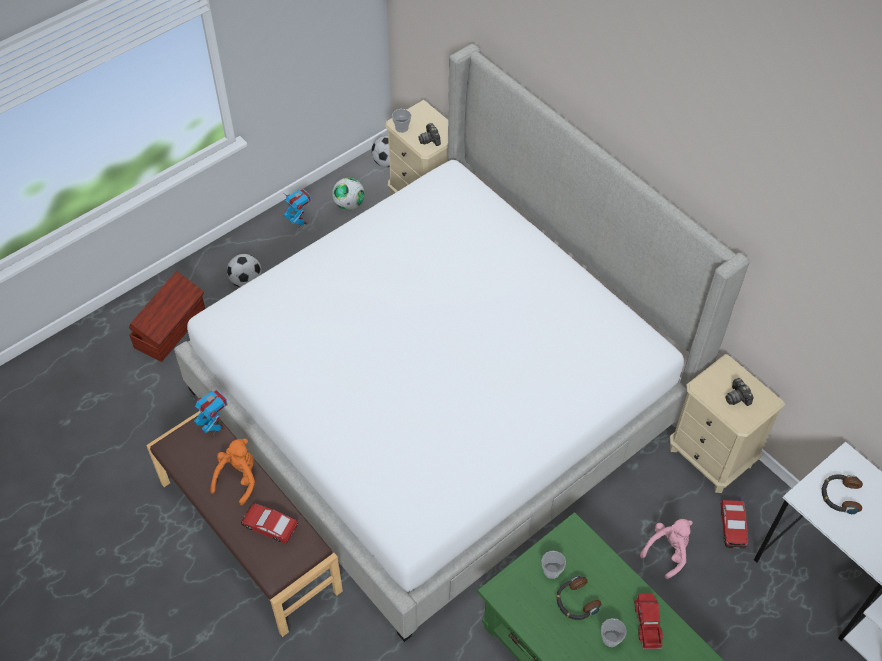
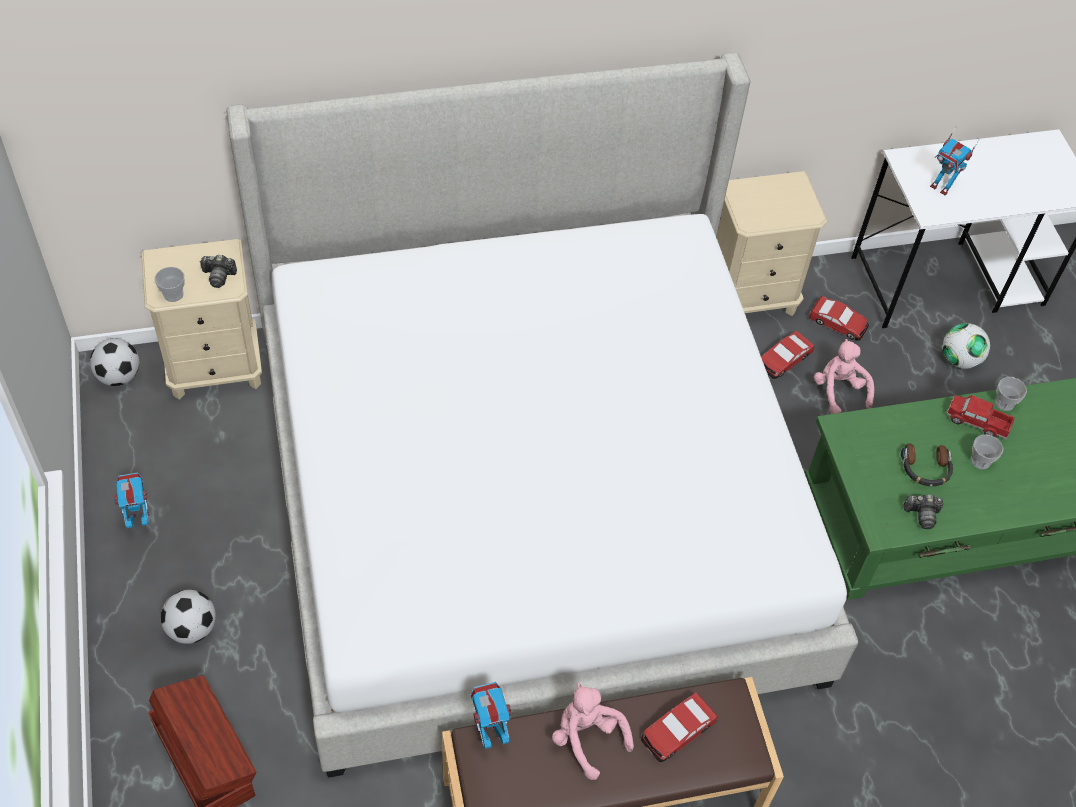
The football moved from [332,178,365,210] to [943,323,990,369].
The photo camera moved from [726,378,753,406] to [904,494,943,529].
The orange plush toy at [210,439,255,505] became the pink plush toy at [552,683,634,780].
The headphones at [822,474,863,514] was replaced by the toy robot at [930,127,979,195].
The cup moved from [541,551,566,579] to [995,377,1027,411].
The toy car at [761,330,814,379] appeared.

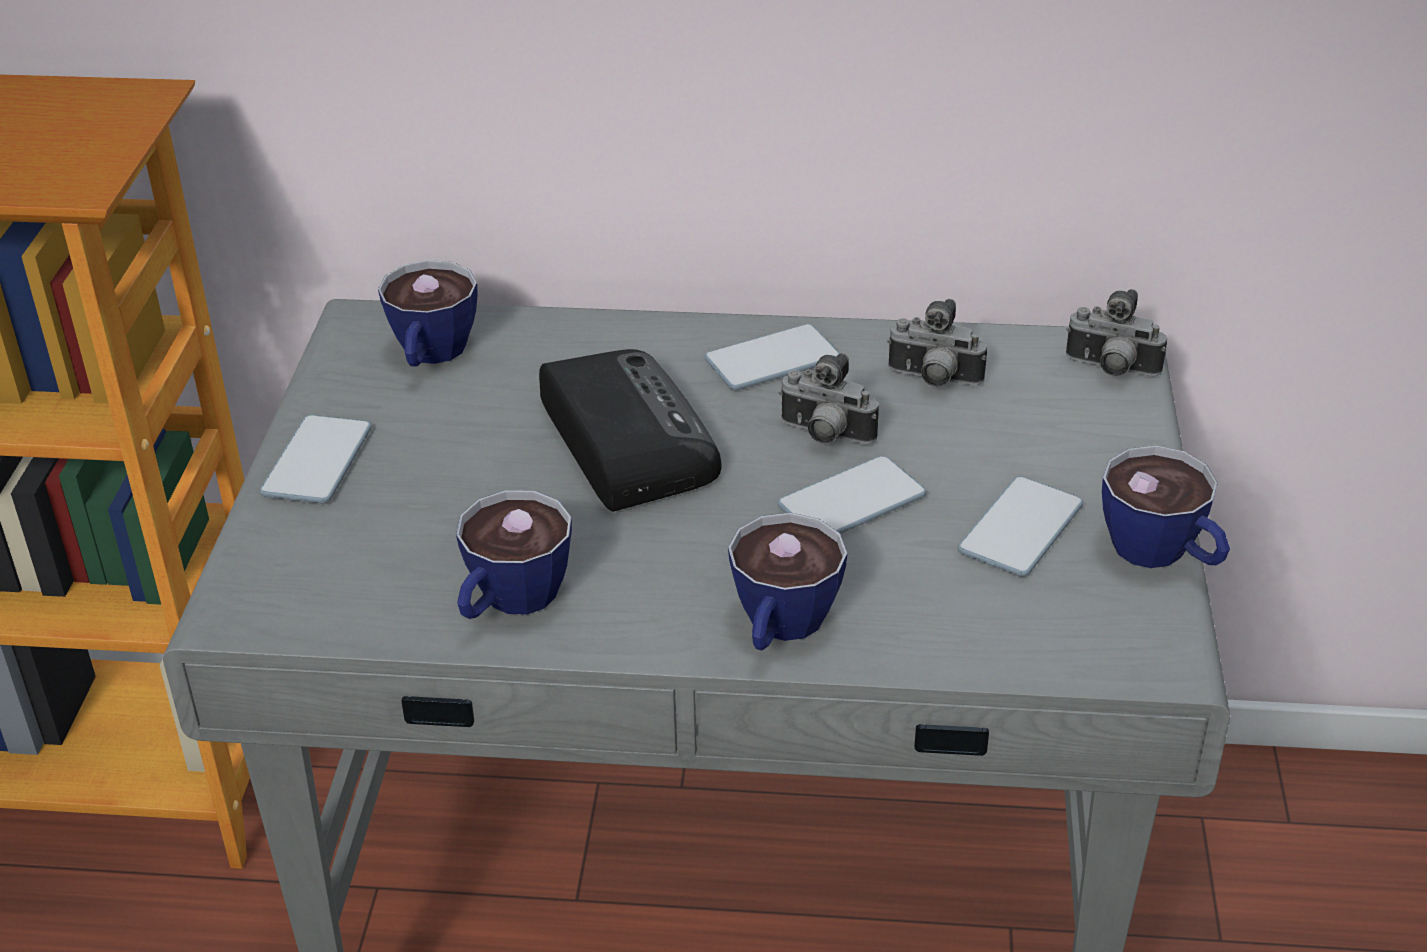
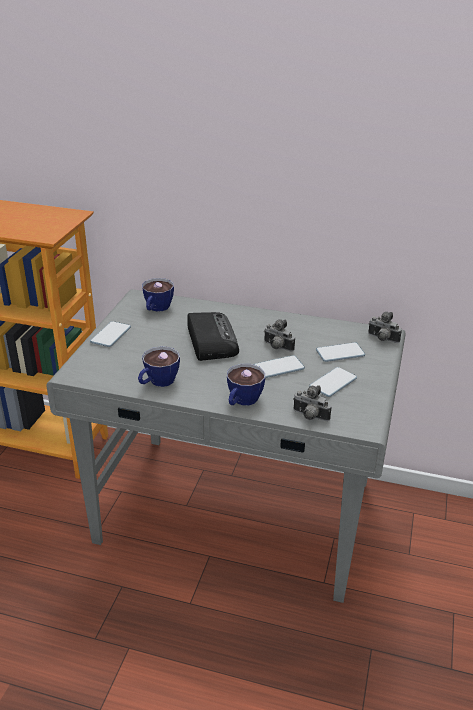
The photo camera moved from [887,299,987,387] to [293,385,331,421].
The phone moved from [705,324,840,390] to [316,342,365,362].
The cup at [1102,445,1230,568] disappeared.

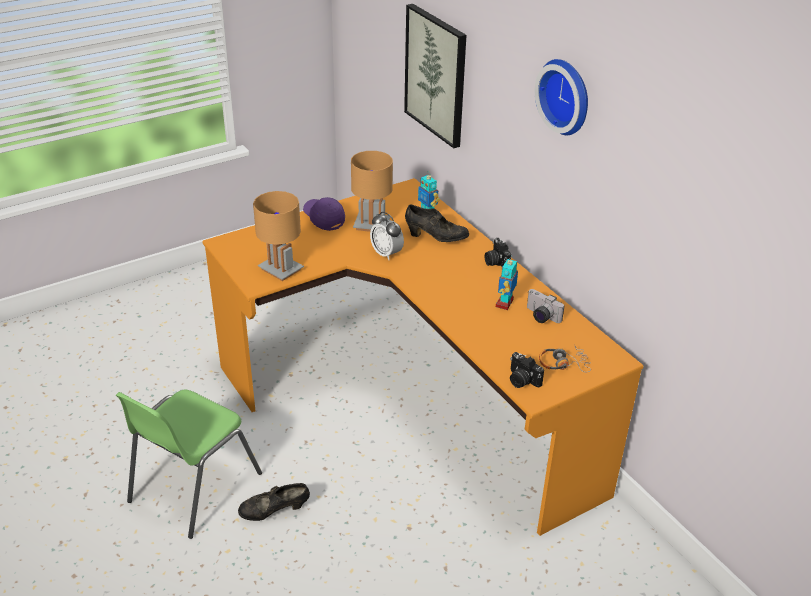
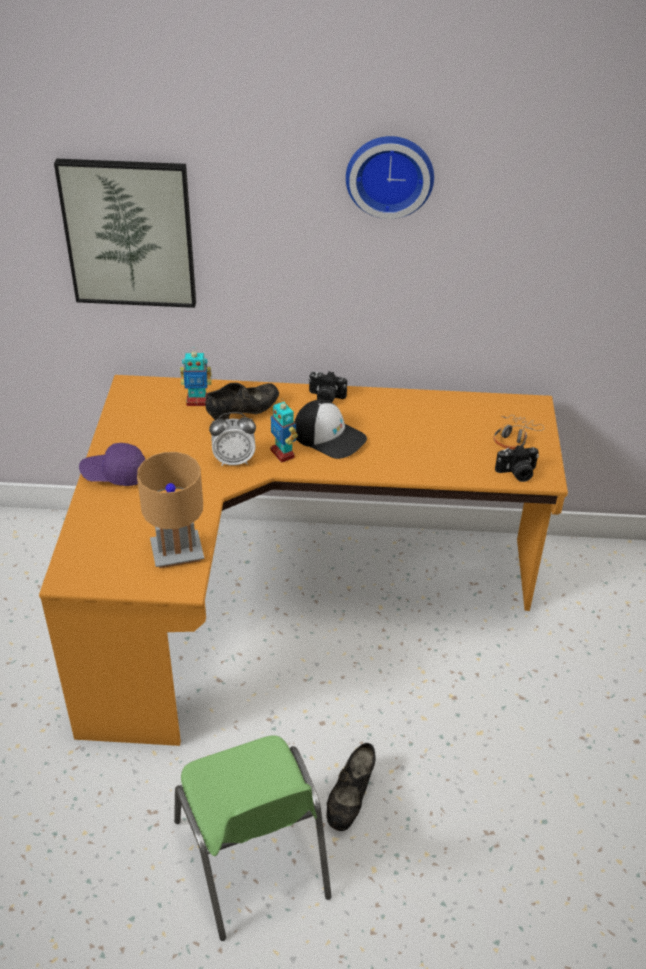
The brown table lamp at [351,151,393,232] disappeared.
The toy robot moved from [496,256,518,310] to [270,398,298,463].
The photo camera at [527,289,564,323] disappeared.
The cap at [295,399,367,459] appeared.

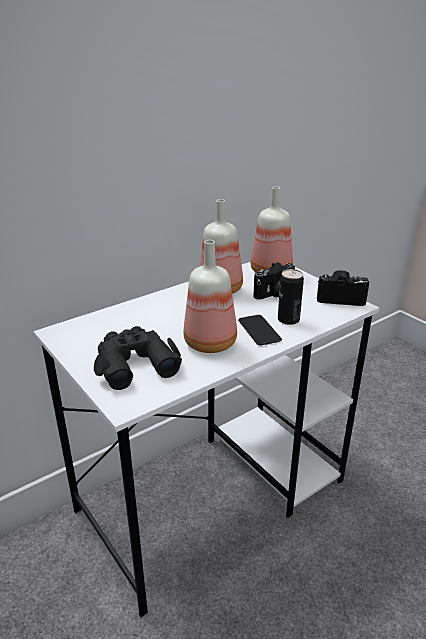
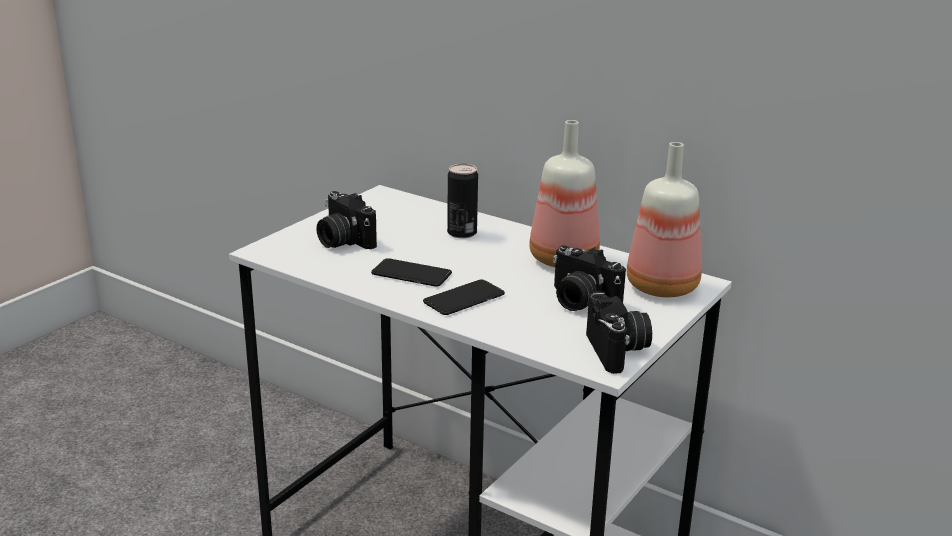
The bottle at [183,240,237,353] was replaced by the phone at [371,258,452,287].
The can moved from [278,269,304,325] to [447,164,478,238].
The black binoculars at [94,326,182,390] was replaced by the photo camera at [317,191,377,249].

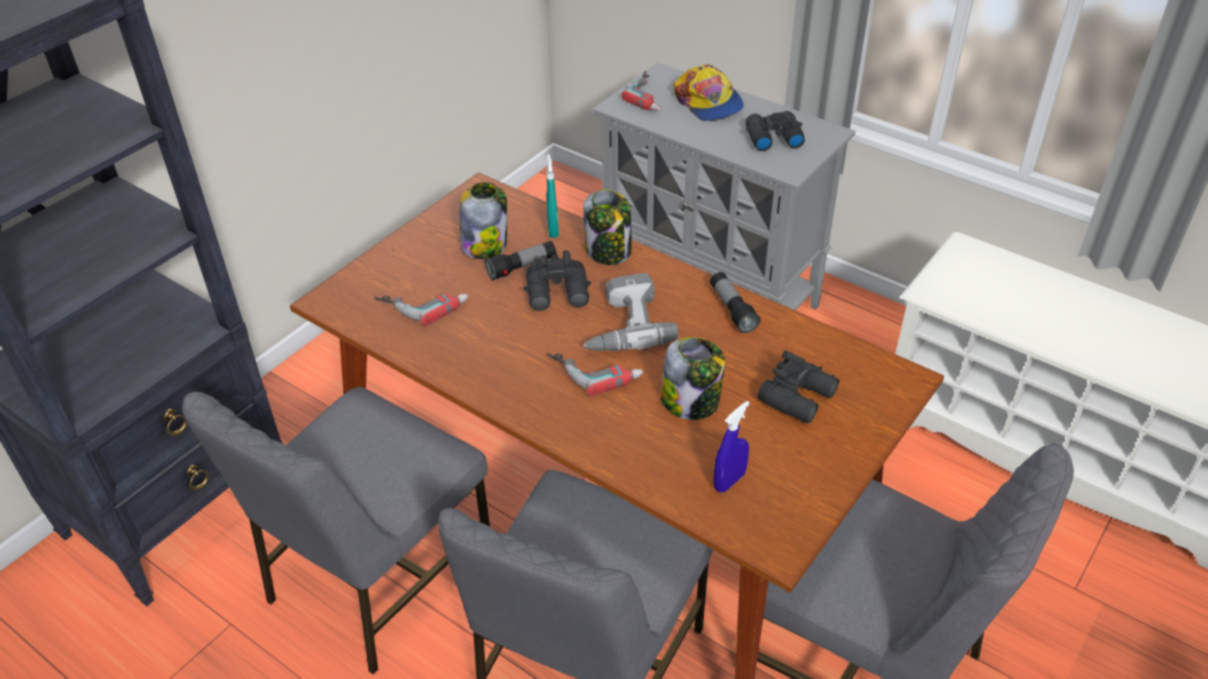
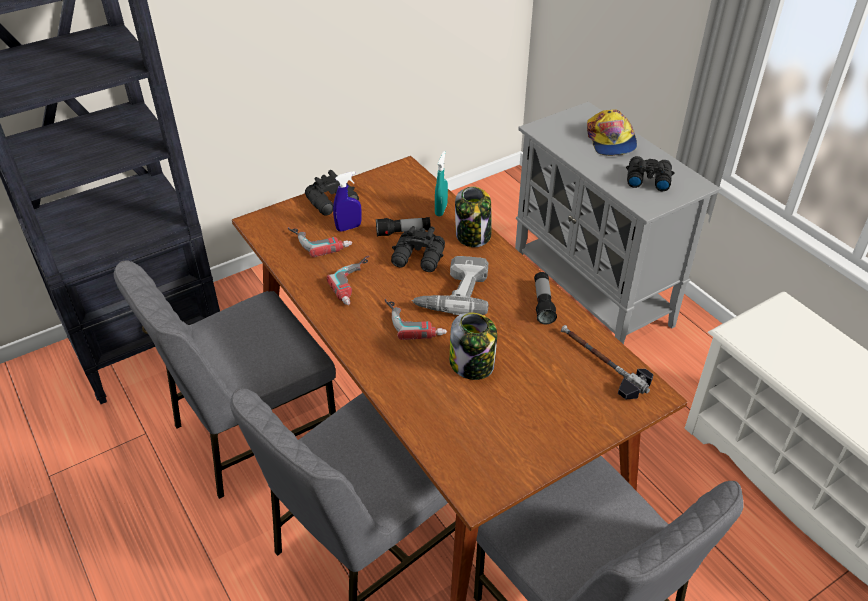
The power drill moved from [622,71,661,111] to [327,256,369,305].
The jar at [460,182,507,259] disappeared.
The black binoculars moved from [757,350,839,423] to [305,170,359,216].
The blue spray bottle moved from [714,401,750,492] to [333,171,362,232].
The hammer at [561,325,654,399] appeared.

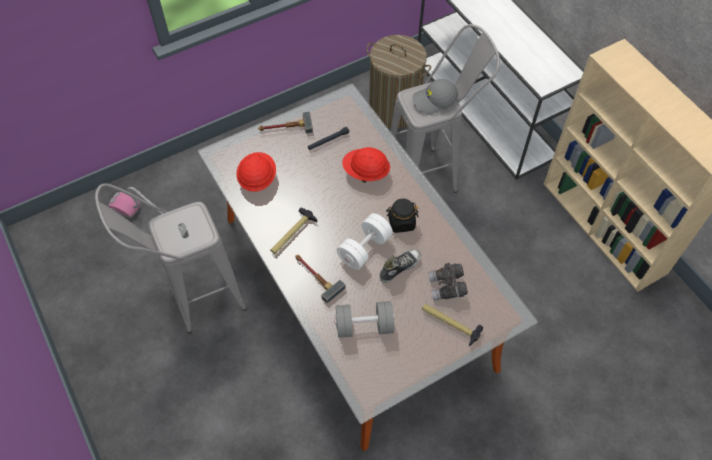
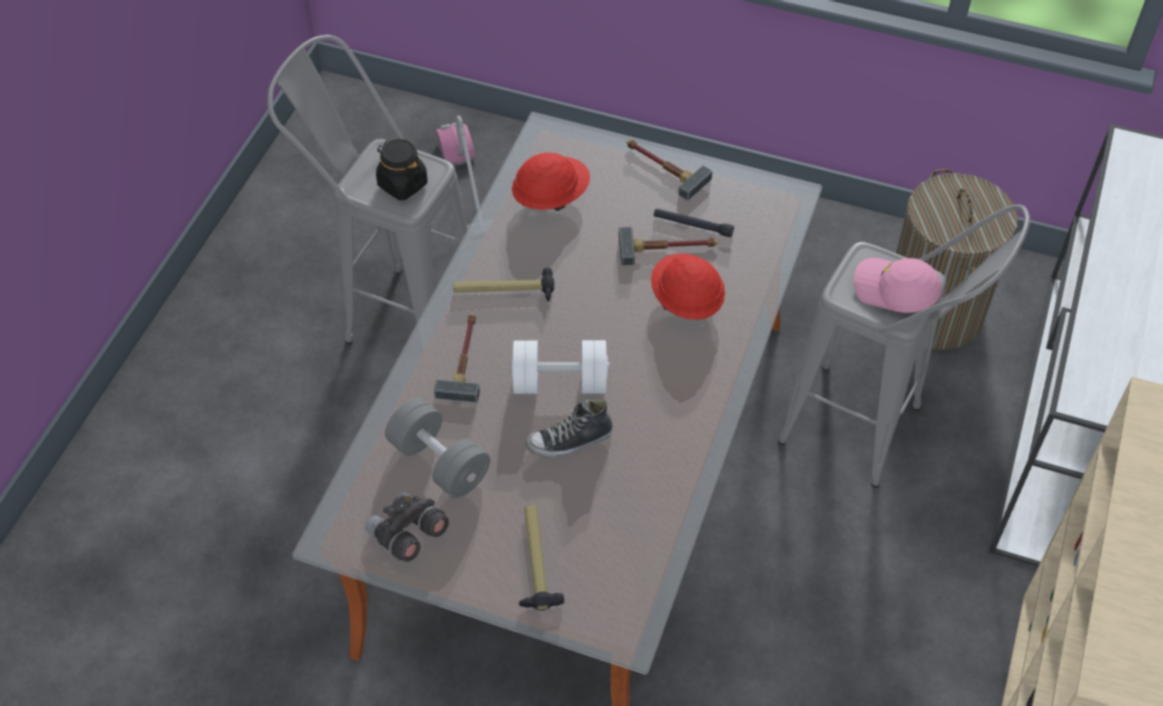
The grey cap at [412,79,458,115] became the pink cap at [854,258,942,313].
The black jar moved from [386,198,419,233] to [376,139,428,200].
The shoe at [379,249,421,283] turned 150 degrees clockwise.
The grey binoculars moved from [428,263,468,301] to [365,492,449,562].
The hammer at [619,227,718,266] appeared.

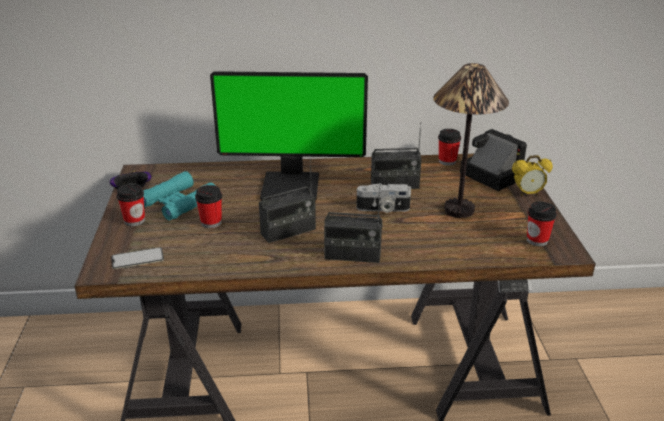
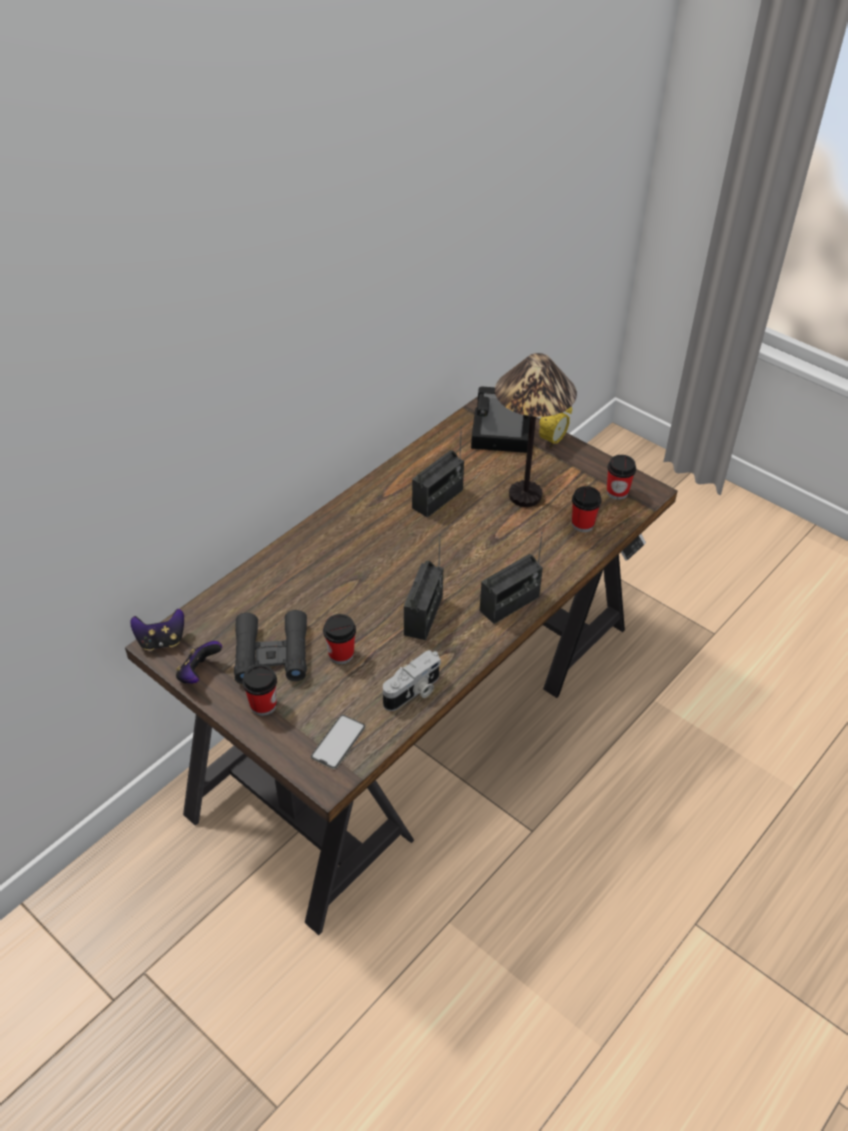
The monitor at [210,71,368,201] disappeared.
The cup moved from [438,129,461,166] to [572,486,602,532].
The turquoise binoculars at [143,171,215,220] became the black binoculars at [234,610,307,684].
The photo camera moved from [357,183,411,213] to [383,650,441,711].
The game controller at [130,609,184,651] appeared.

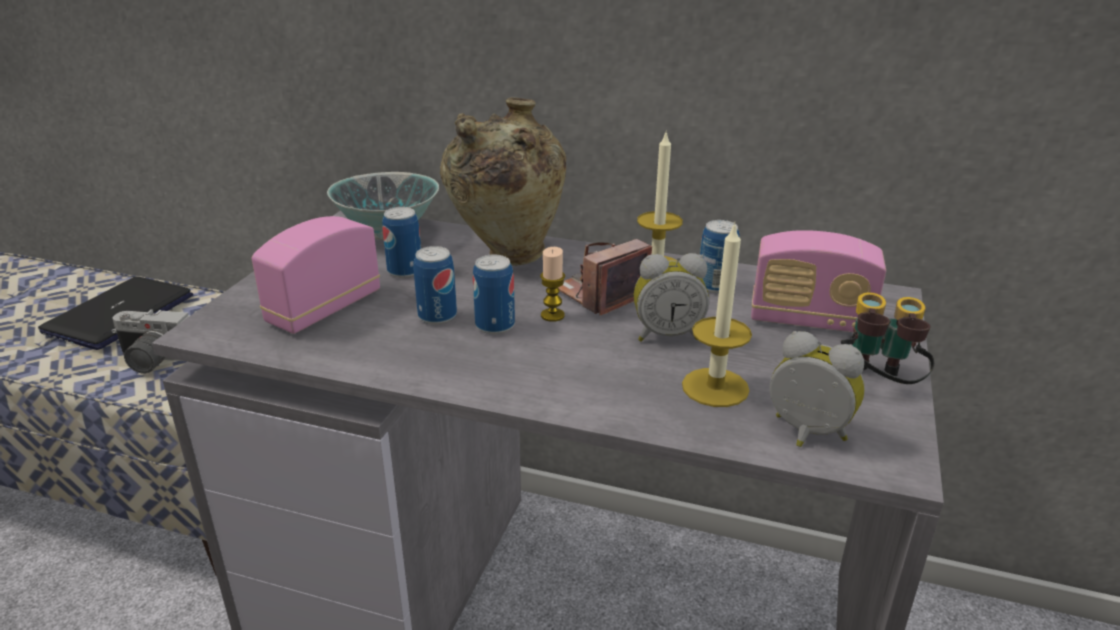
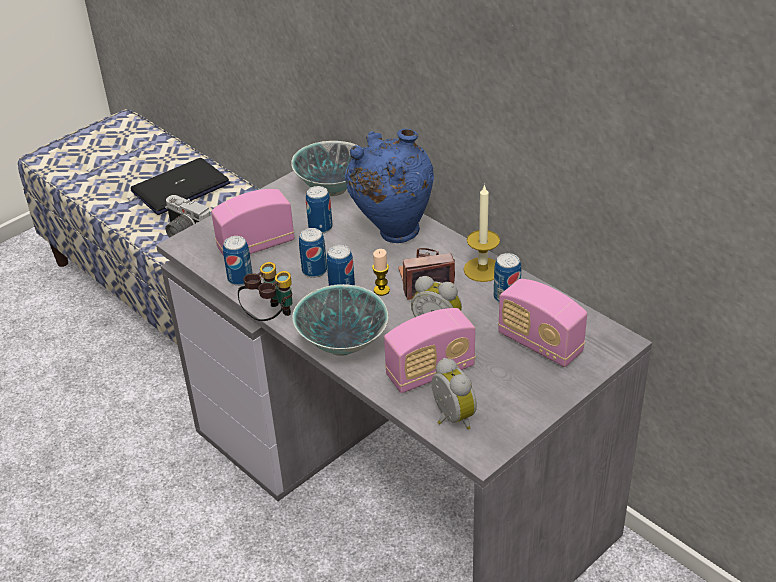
The beige vase at [440,97,566,266] became the blue vase at [345,129,434,243].
The candle at [682,221,752,407] was replaced by the radio at [384,308,476,393].
The binoculars moved from [841,292,934,384] to [238,262,292,321].
The can at [223,236,252,286] appeared.
The bowl at [292,284,388,356] appeared.

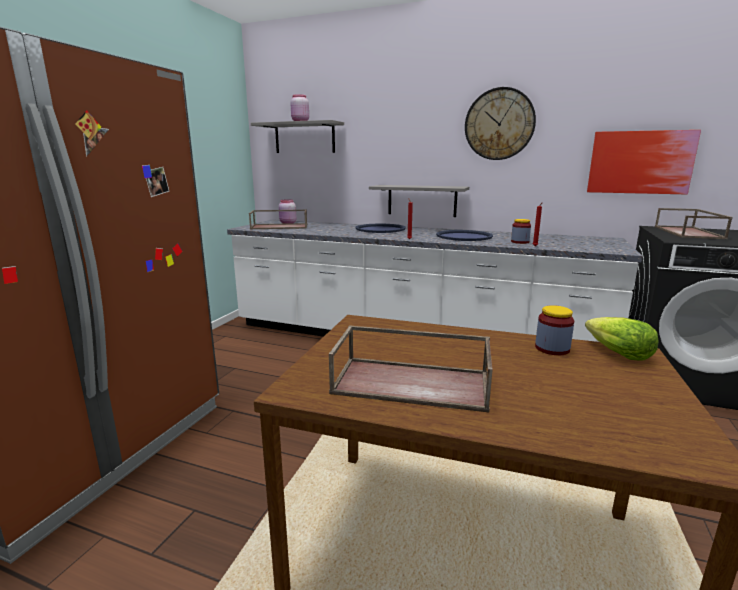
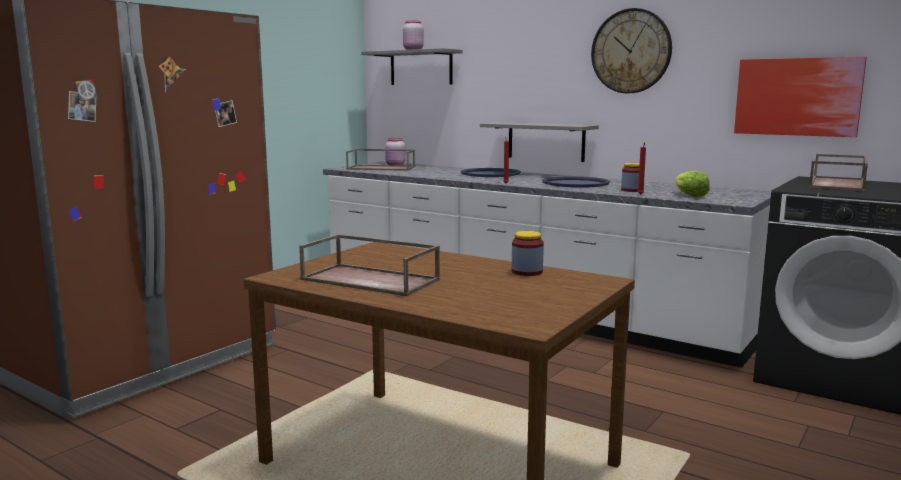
The lettuce moved from [585,317,659,361] to [675,171,710,197].

